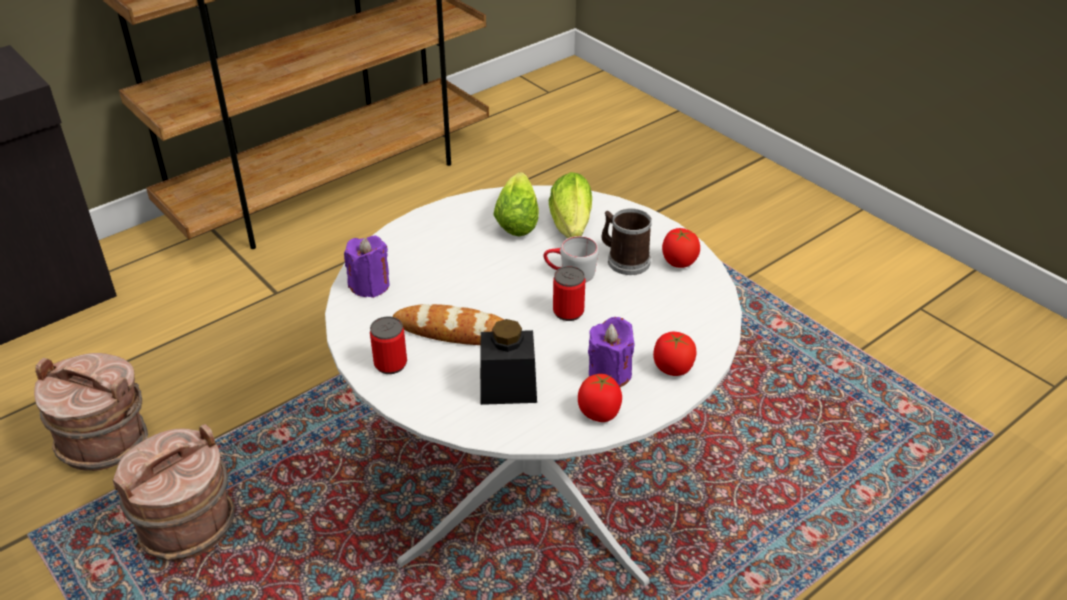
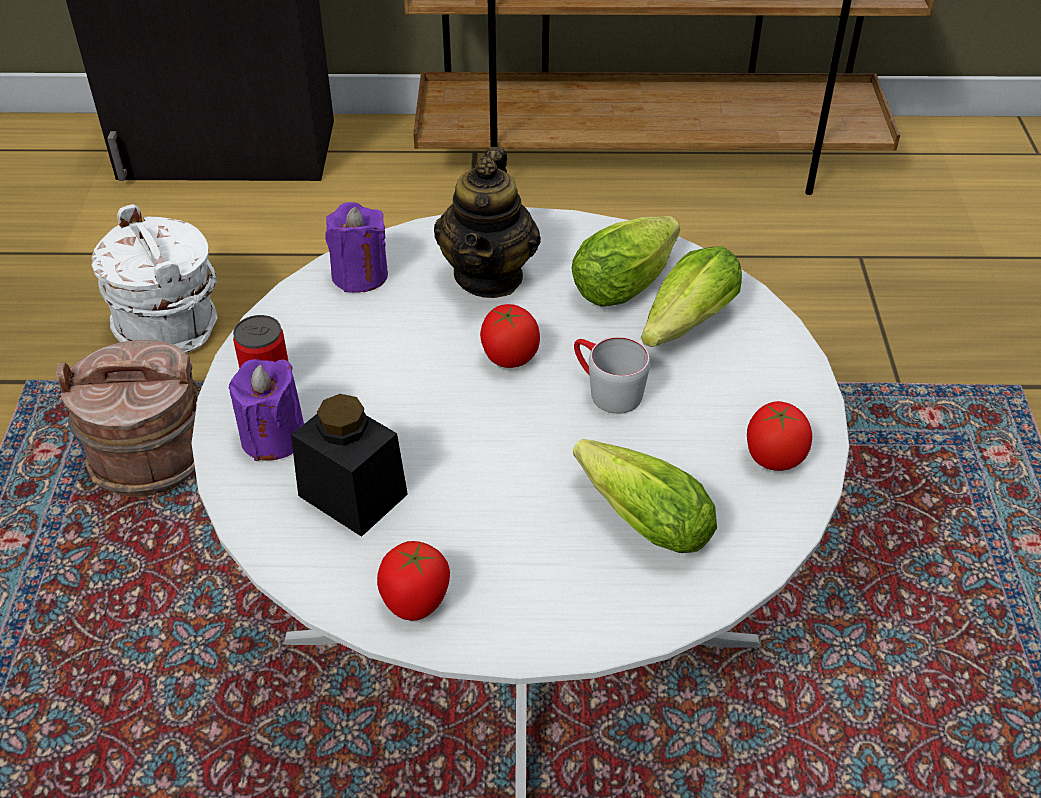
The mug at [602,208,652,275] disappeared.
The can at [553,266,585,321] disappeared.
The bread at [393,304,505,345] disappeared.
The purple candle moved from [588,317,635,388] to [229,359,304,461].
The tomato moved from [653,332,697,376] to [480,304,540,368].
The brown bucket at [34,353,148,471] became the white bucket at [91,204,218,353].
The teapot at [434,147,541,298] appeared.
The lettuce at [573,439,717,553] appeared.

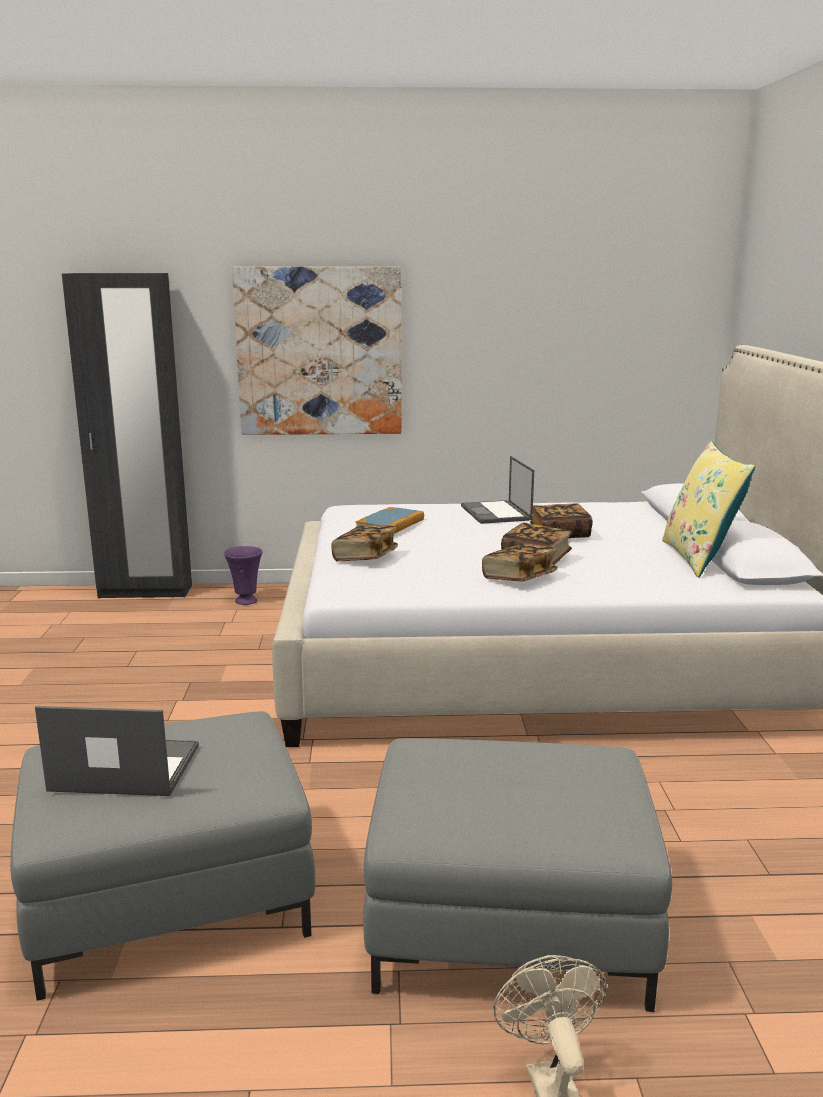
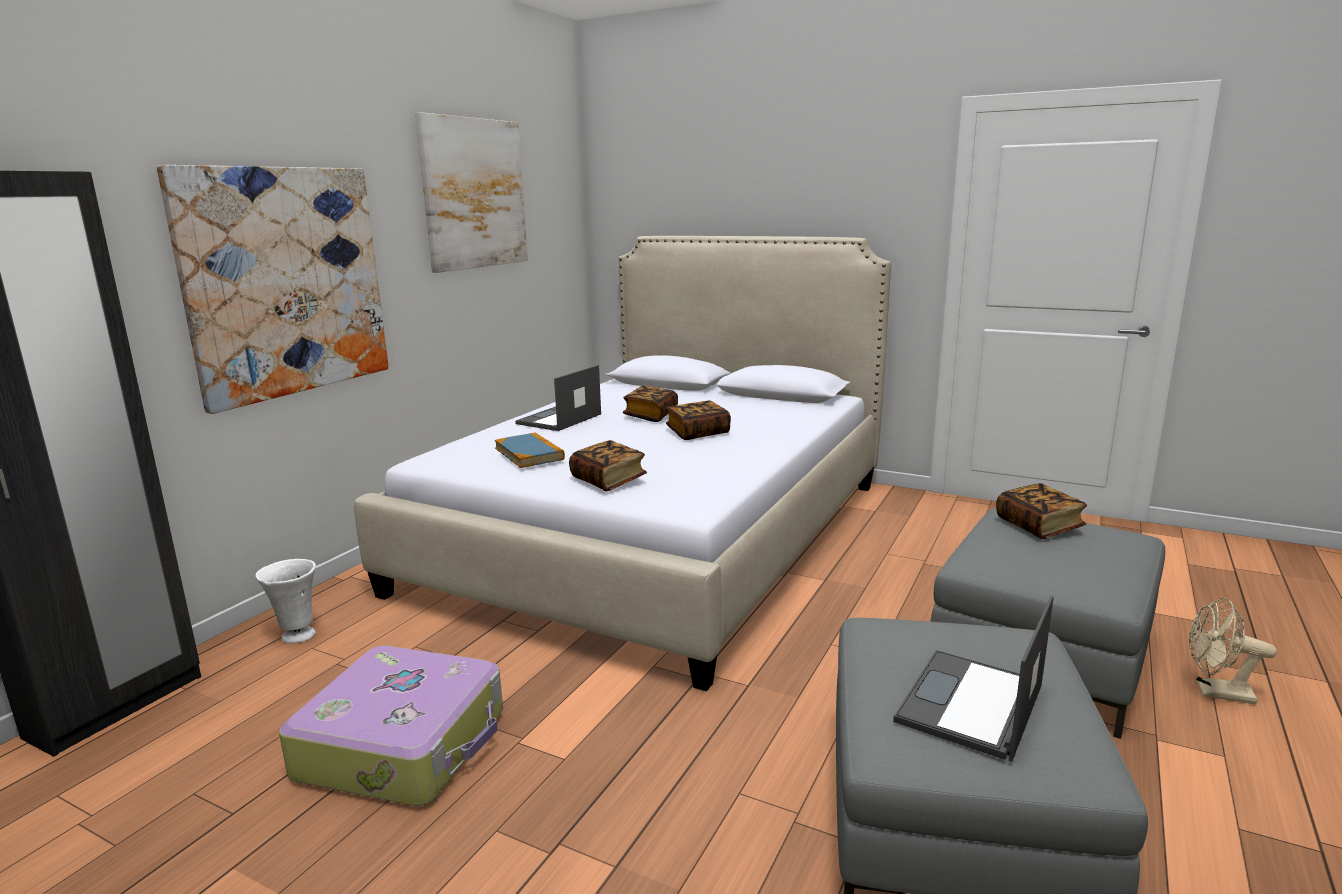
The yellow pillow at [662,441,755,577] disappeared.
The laptop at [461,456,534,524] turned 105 degrees clockwise.
The book moved from [482,543,557,581] to [996,483,1087,539].
The purple vase at [224,546,263,605] became the white vase at [255,559,316,643].
The picture at [415,112,528,273] appeared.
The suitcase at [279,646,503,806] appeared.

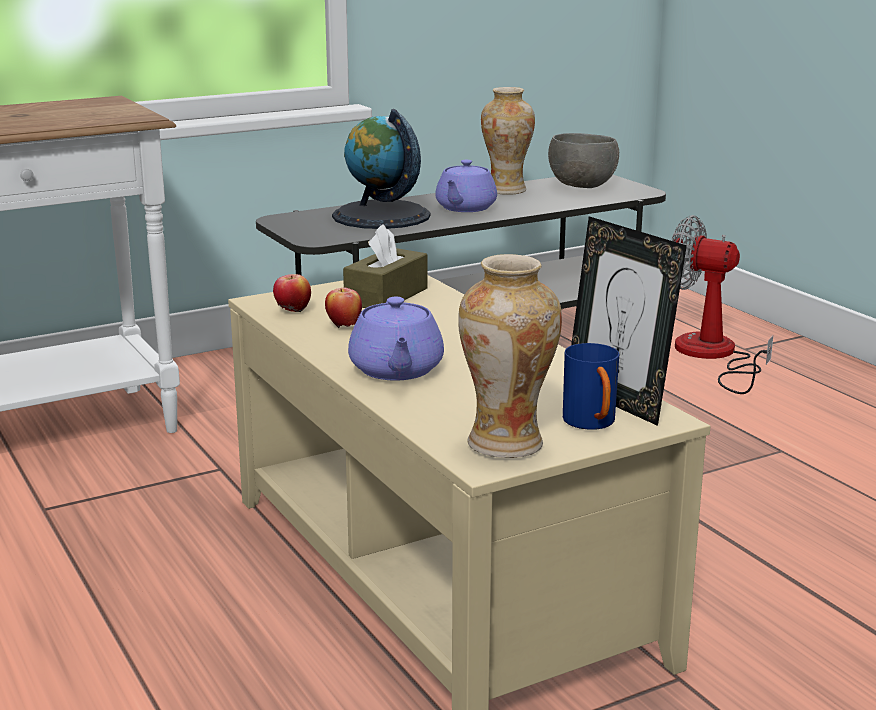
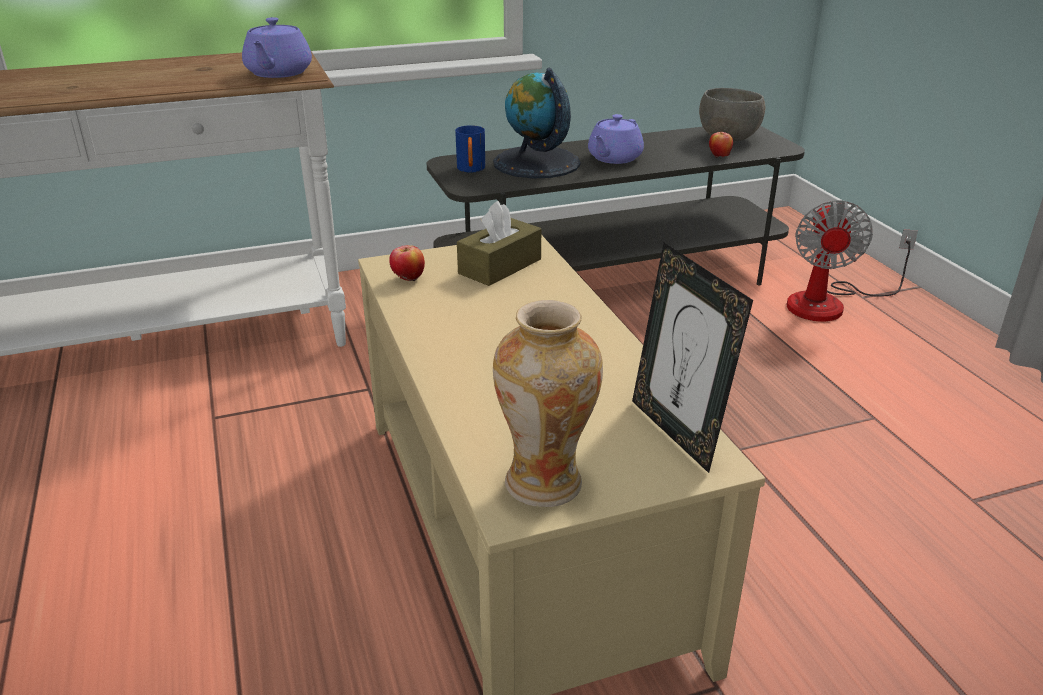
The vase at [481,87,535,195] disappeared.
The fan at [671,215,773,394] turned 120 degrees counterclockwise.
The apple moved from [325,288,362,328] to [709,132,733,158].
The purple teapot moved from [348,297,444,380] to [242,17,312,78].
The blue mug moved from [563,343,620,430] to [455,125,485,173].

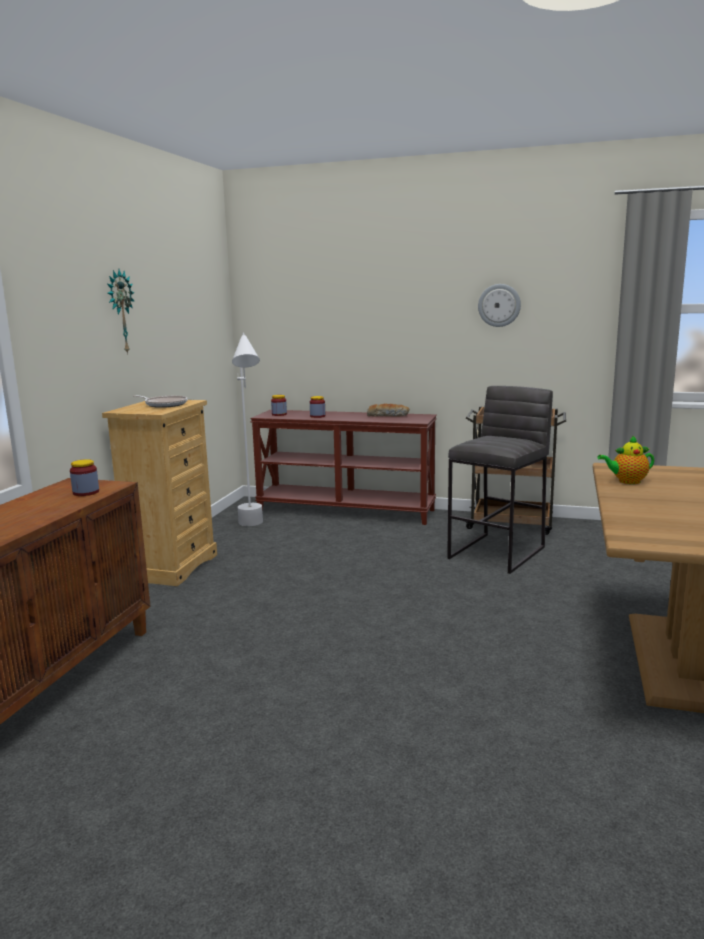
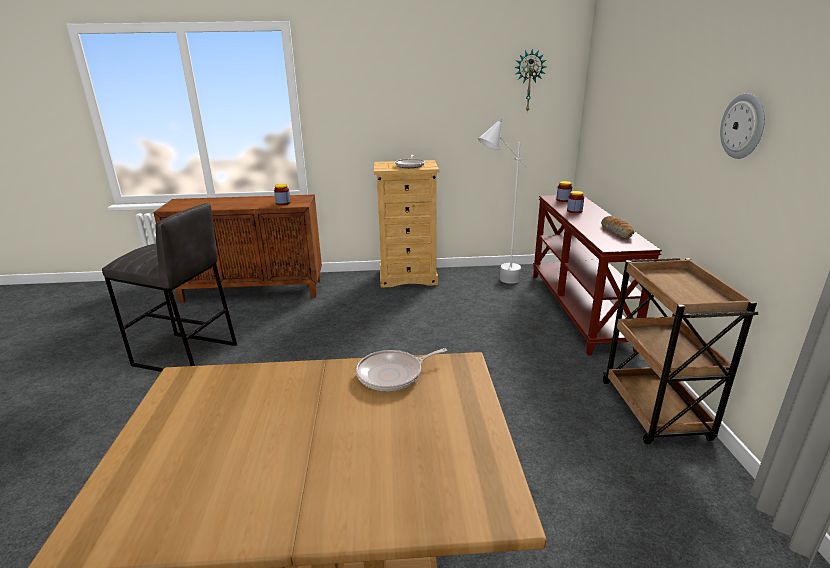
The wall clock moved from [107,269,135,355] to [514,49,546,113].
The grey stool moved from [447,386,553,574] to [102,203,237,372].
The teapot at [597,435,654,484] was replaced by the frying pan at [356,348,447,391].

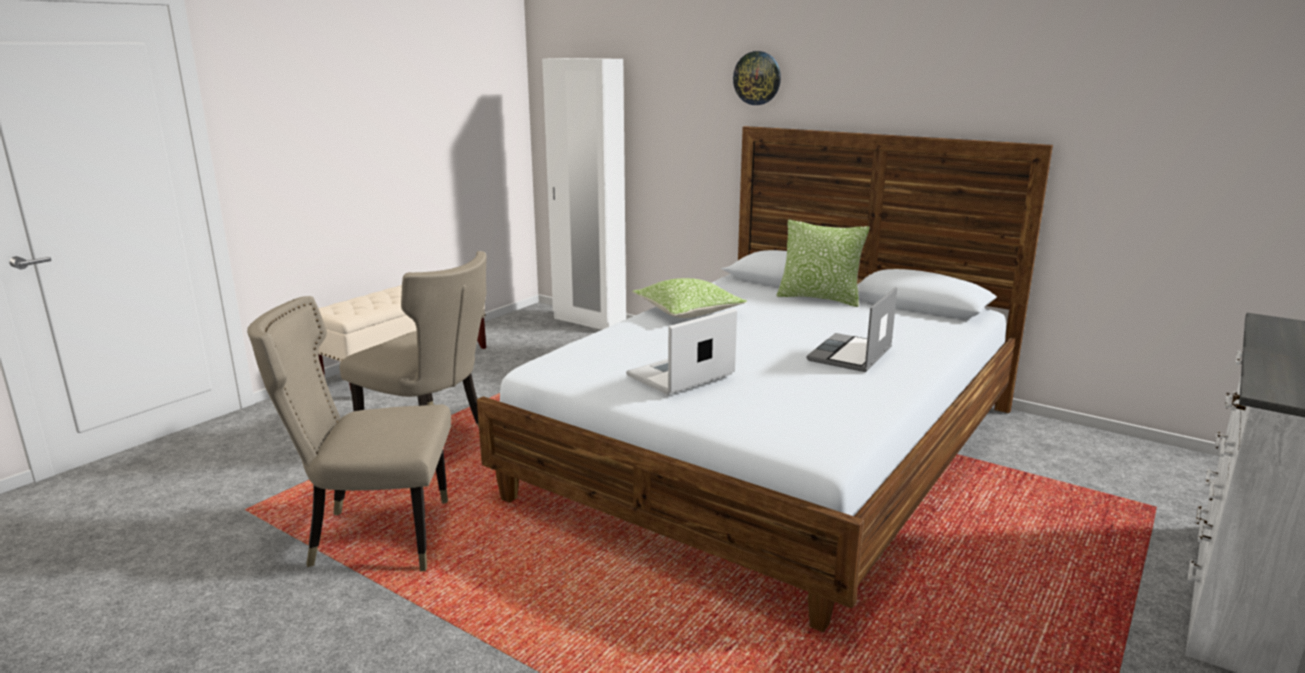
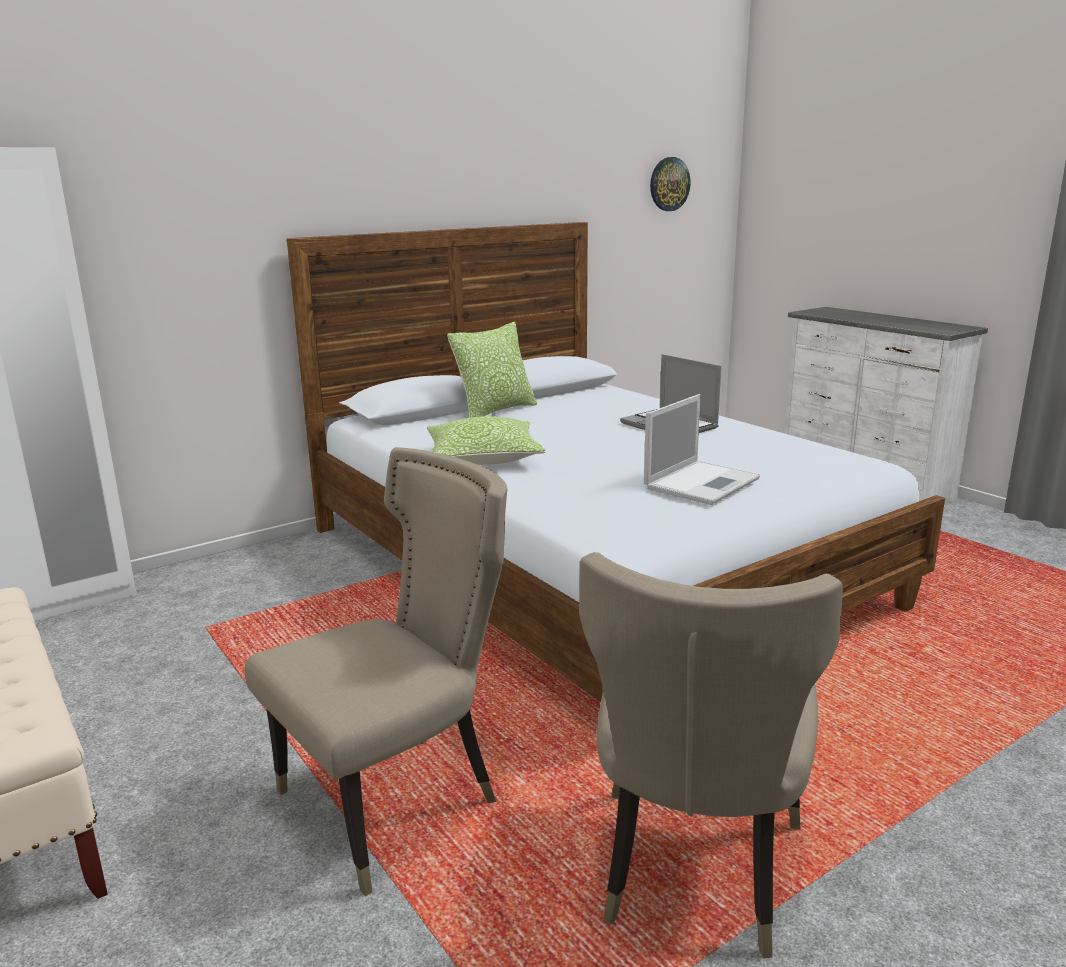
The wall clock moved from [733,51,781,105] to [650,157,691,211].
The laptop at [626,309,737,395] turned 120 degrees counterclockwise.

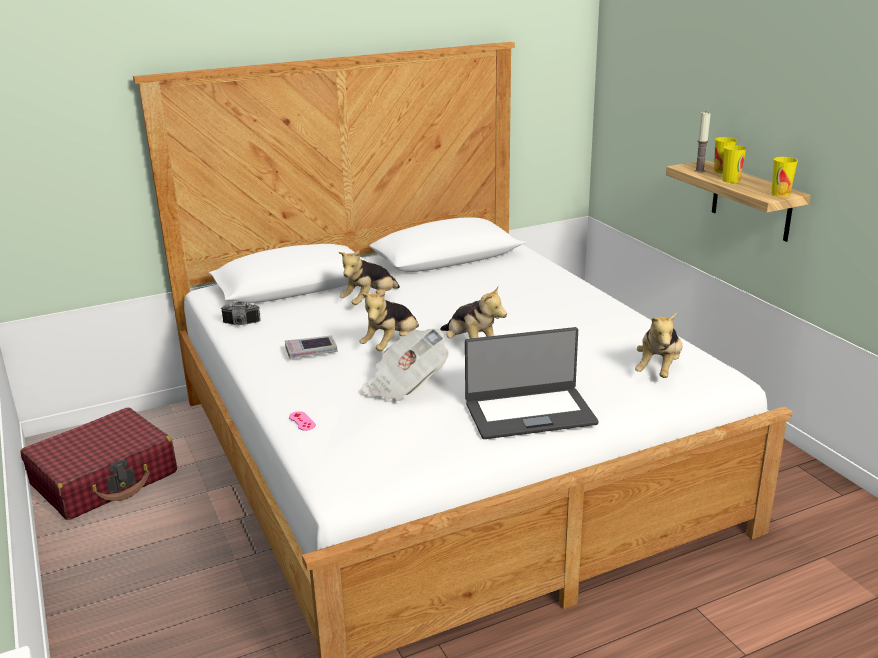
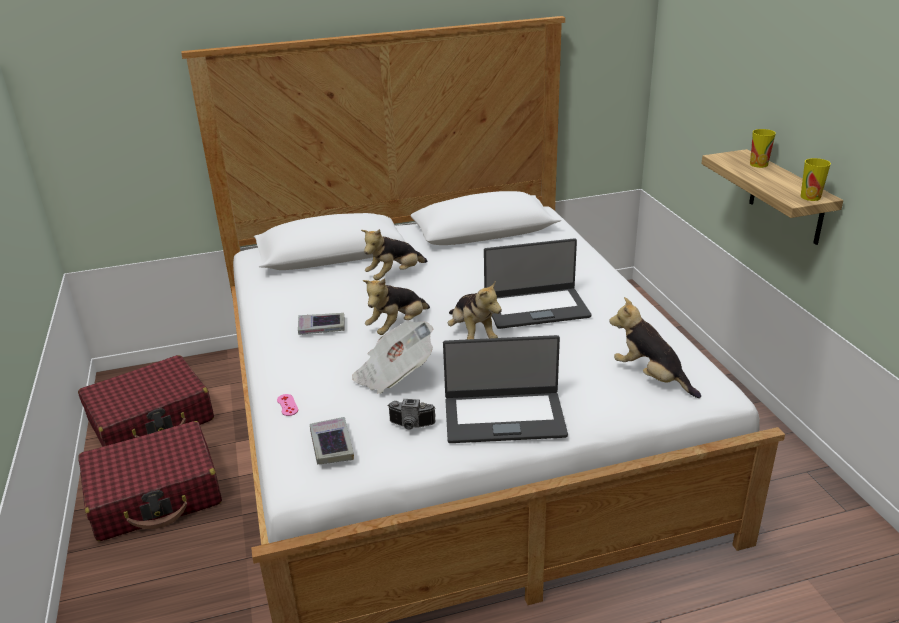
The candle at [695,112,711,173] disappeared.
The cup at [722,145,746,183] disappeared.
The photo camera moved from [221,302,261,325] to [388,399,436,430].
The plush toy at [635,313,682,378] turned 105 degrees clockwise.
The laptop at [484,238,592,329] appeared.
The book at [310,417,354,464] appeared.
The red suitcase at [78,421,222,541] appeared.

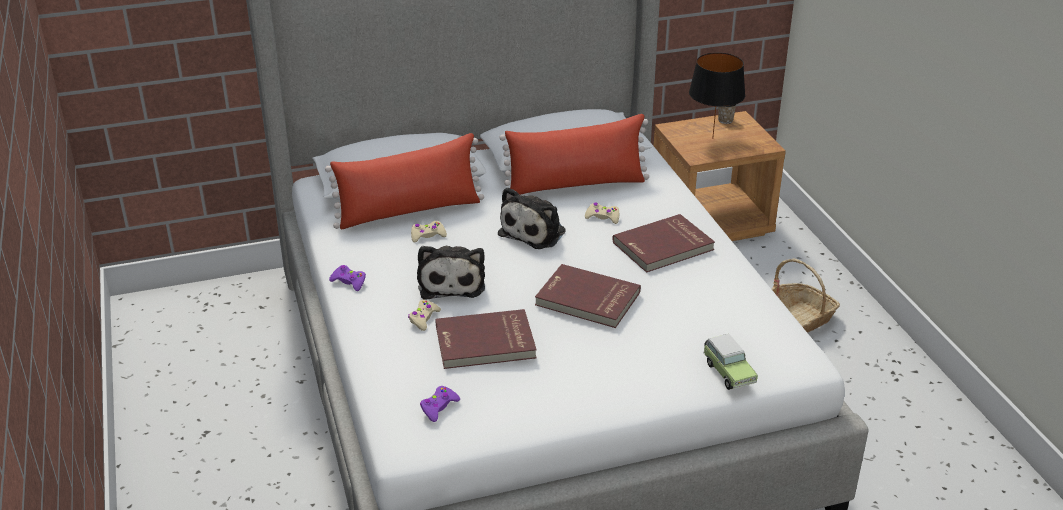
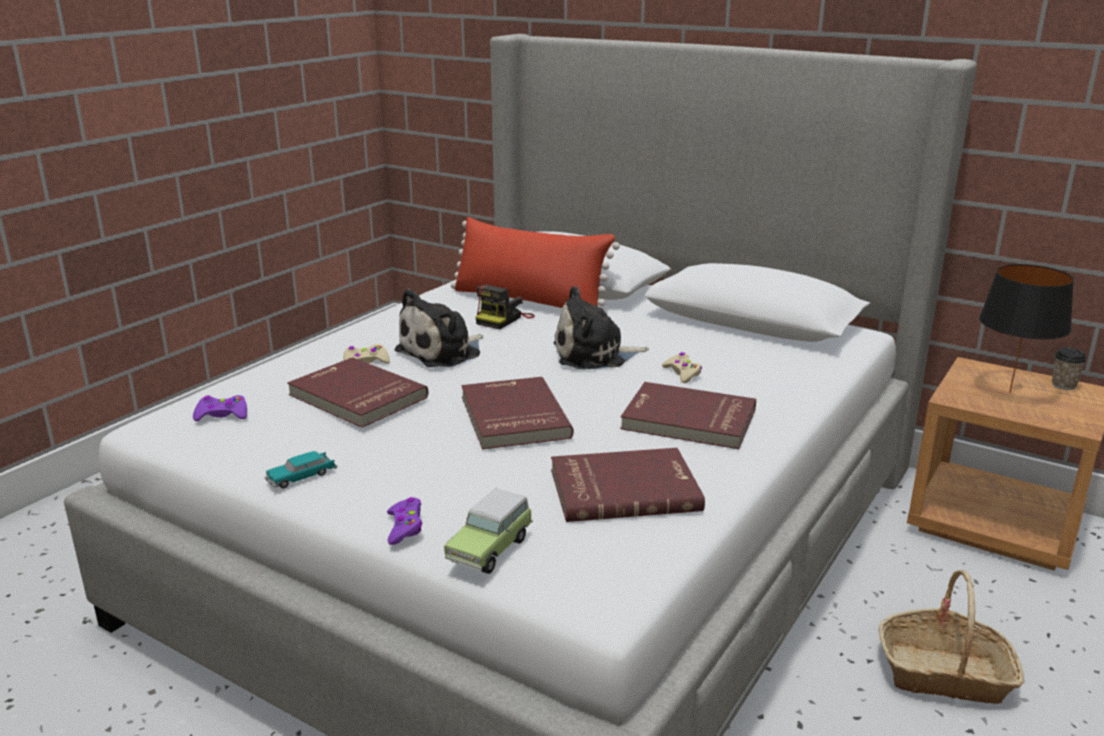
The red pillow at [499,114,649,195] disappeared.
The beige game controller at [411,221,447,243] was replaced by the photo camera at [476,285,535,329].
The purple game controller moved from [329,265,366,291] to [387,497,422,545].
The red book at [551,448,705,522] appeared.
The toy car at [264,451,338,489] appeared.

